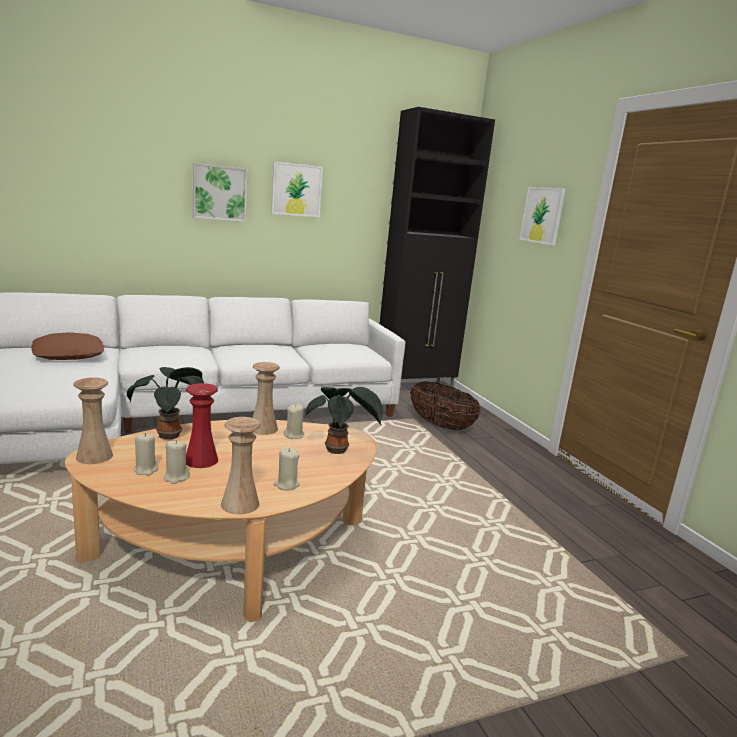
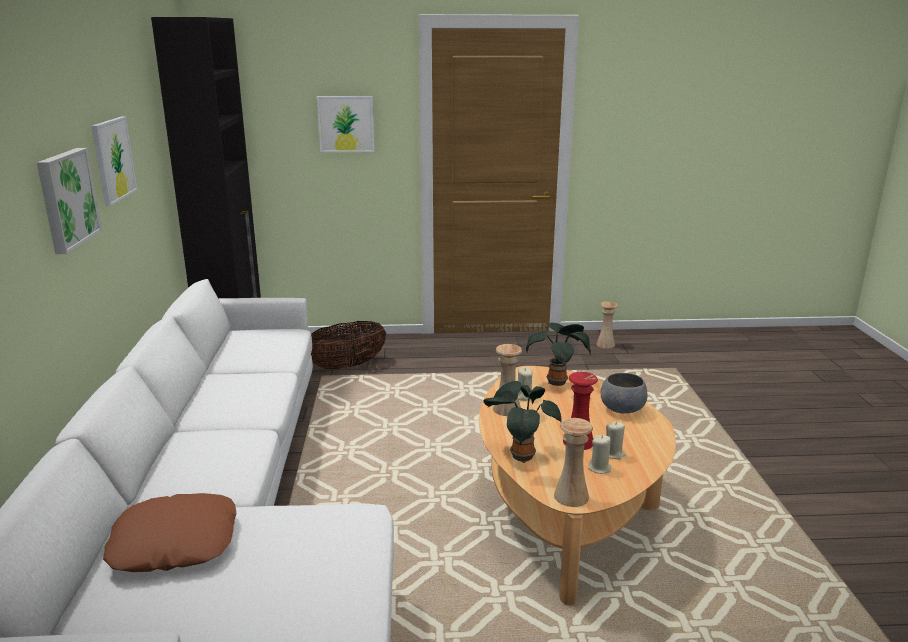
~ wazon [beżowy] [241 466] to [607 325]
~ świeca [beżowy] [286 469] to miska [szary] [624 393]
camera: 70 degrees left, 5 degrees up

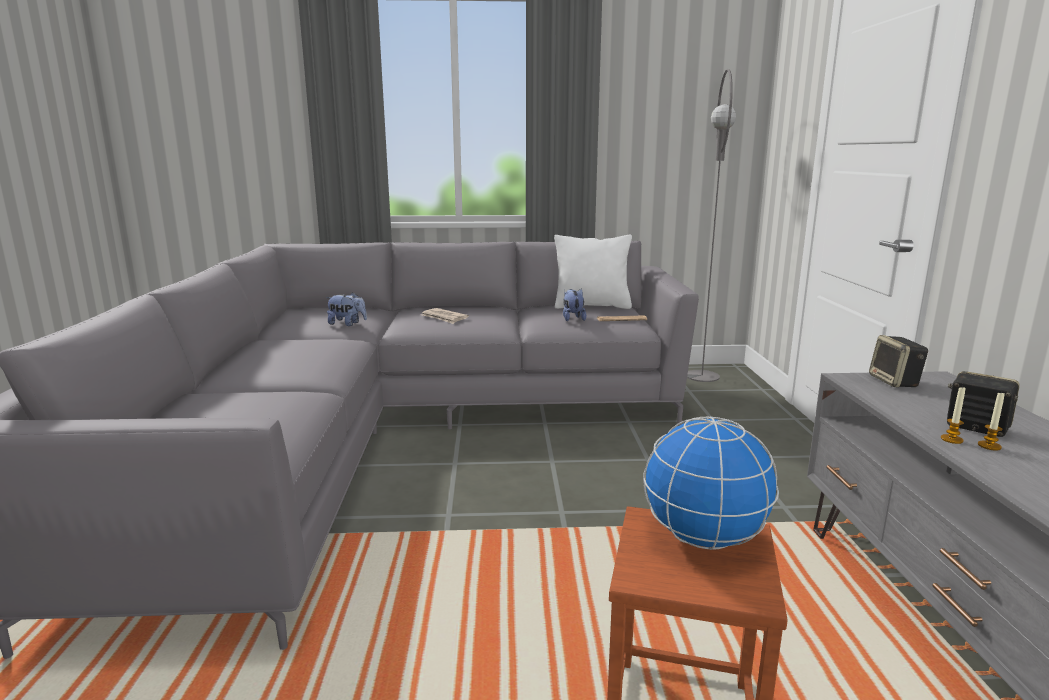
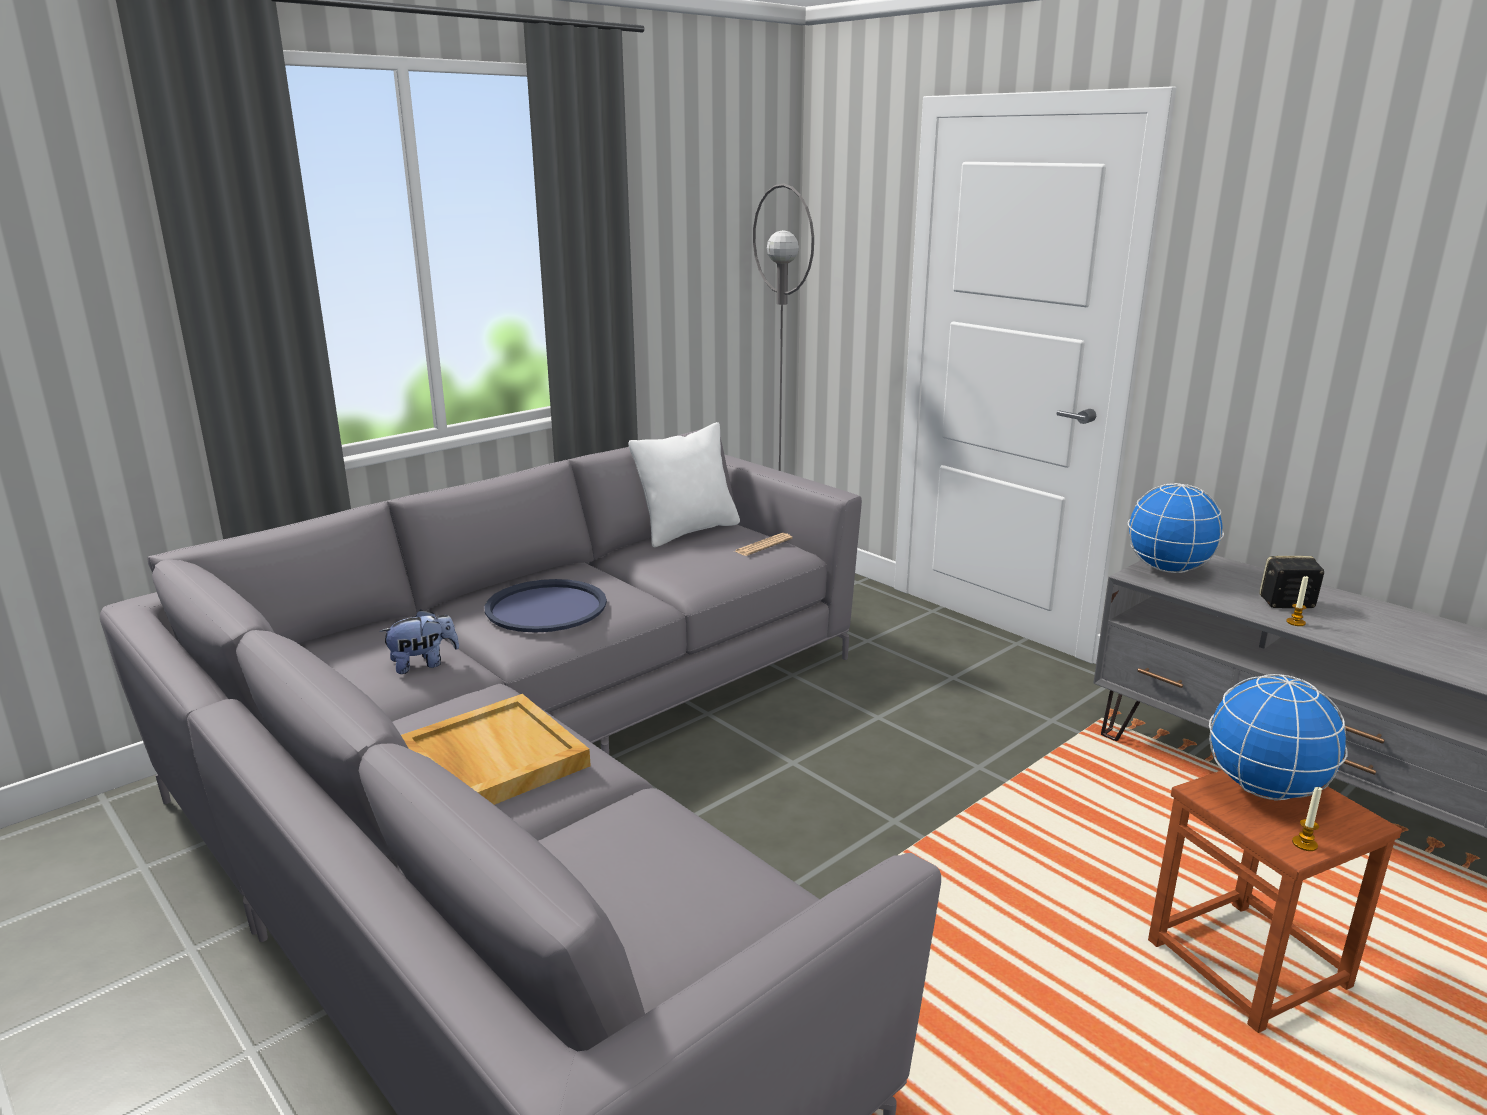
- pluszak [575 305]
+ taca [beżowy] [496 749]
~ świeca [991 421] to [1307 818]
~ gazeta [445 316] to taca [niebieski] [545 606]
~ głośnik [898 361] to globus [1176 528]
camera: 40 degrees left, 5 degrees up

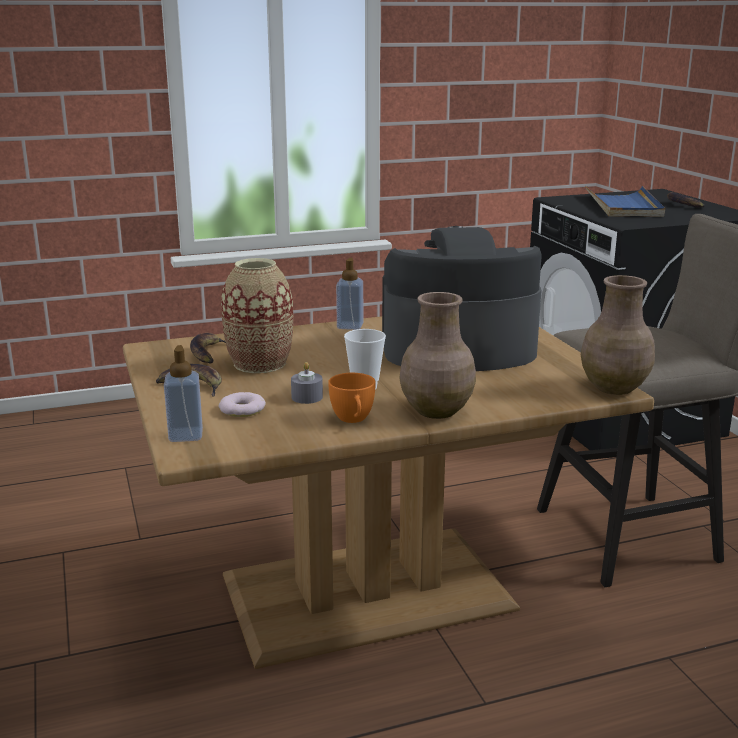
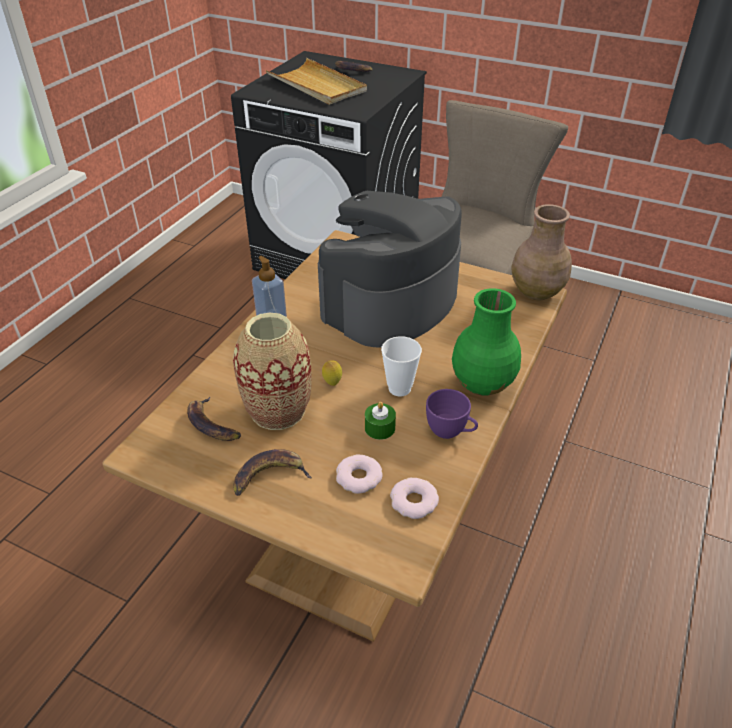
- dozownik mydła [183 393]
+ cytryna [332 373]
+ donut [414 498]
~ świeca [szary] [307 383] to świeca [zielony] [380 421]
~ filiżanka [pomarańczowy] [352 398] to filiżanka [fioletowy] [452 414]
~ wazon [brązowy] [438 355] to wazon [zielony] [486 342]
~ taca [niebieski] [625 201] to taca [beżowy] [316 81]
camera: 45 degrees left, 20 degrees up

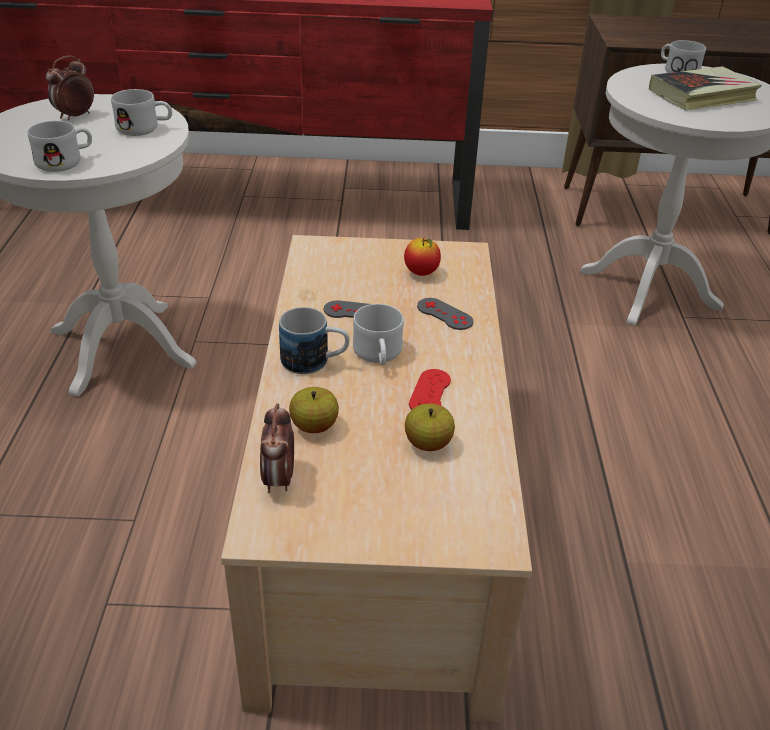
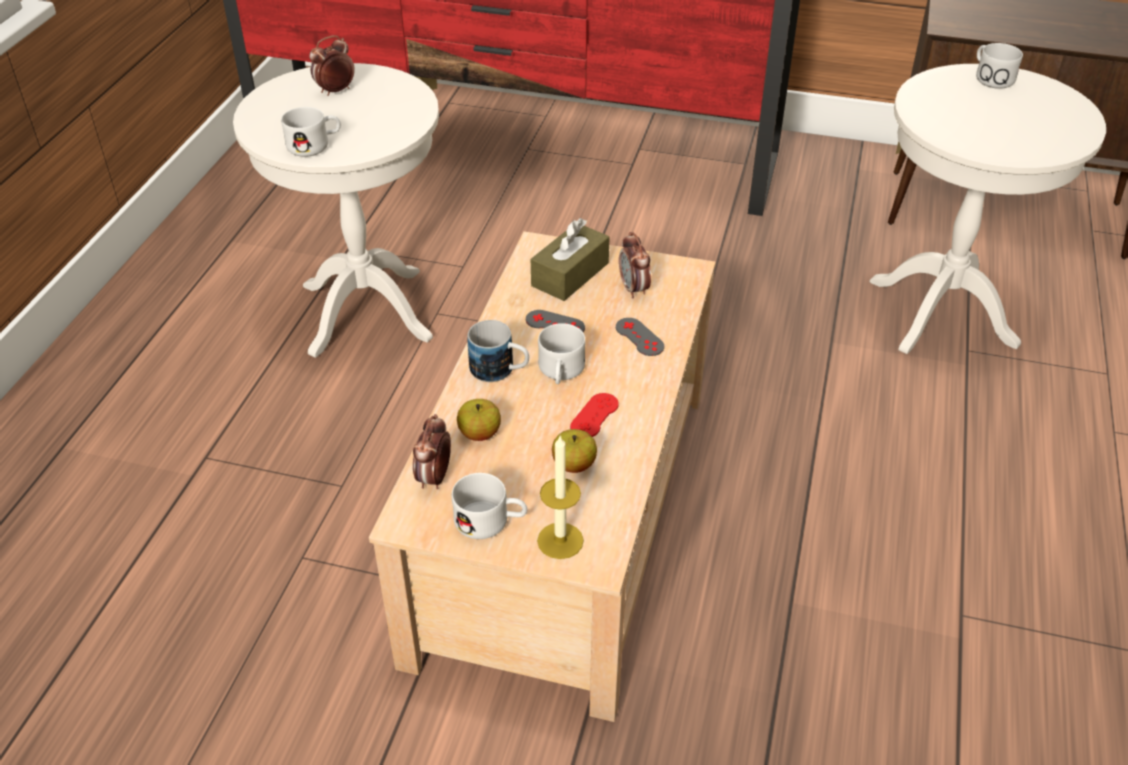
- książka [705 88]
+ pudełko chusteczek [brązowy] [570 259]
+ świeca [560 497]
~ kubek [biały] [141 112] to [489 506]
~ jabłko [422 257] to budzik [635 265]
camera: 15 degrees right, 5 degrees up

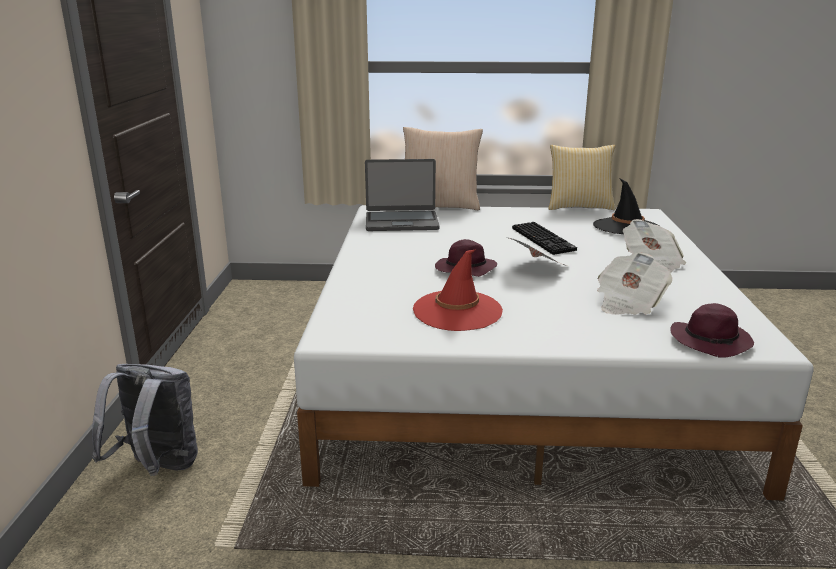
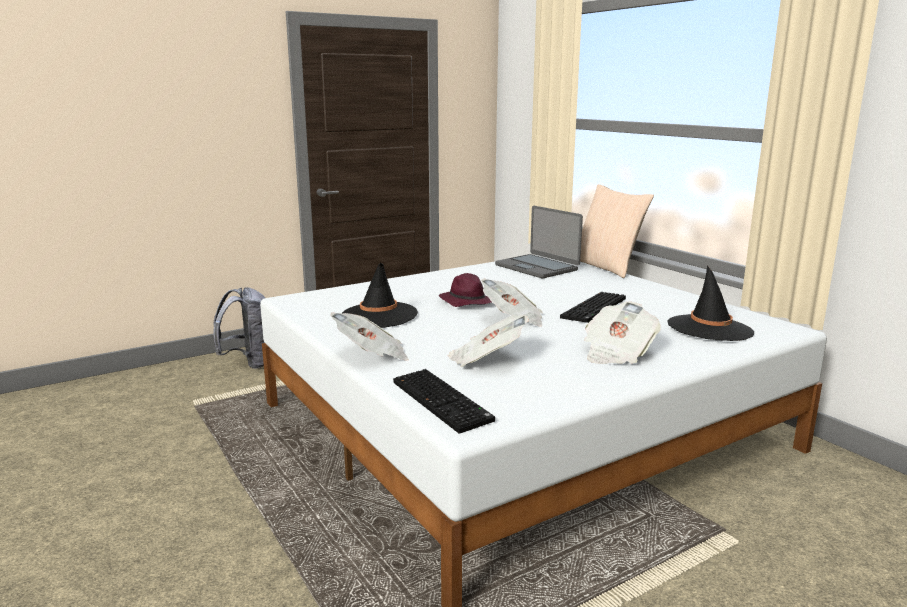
- poduszka [582 177]
+ gazeta [369 336]
~ kapelusz [fioletowy] [712 330] to klawiatura [444 401]
~ kapelusz [czerwony] [458 290] to kapelusz [czarny] [380 295]
camera: 55 degrees right, 5 degrees down

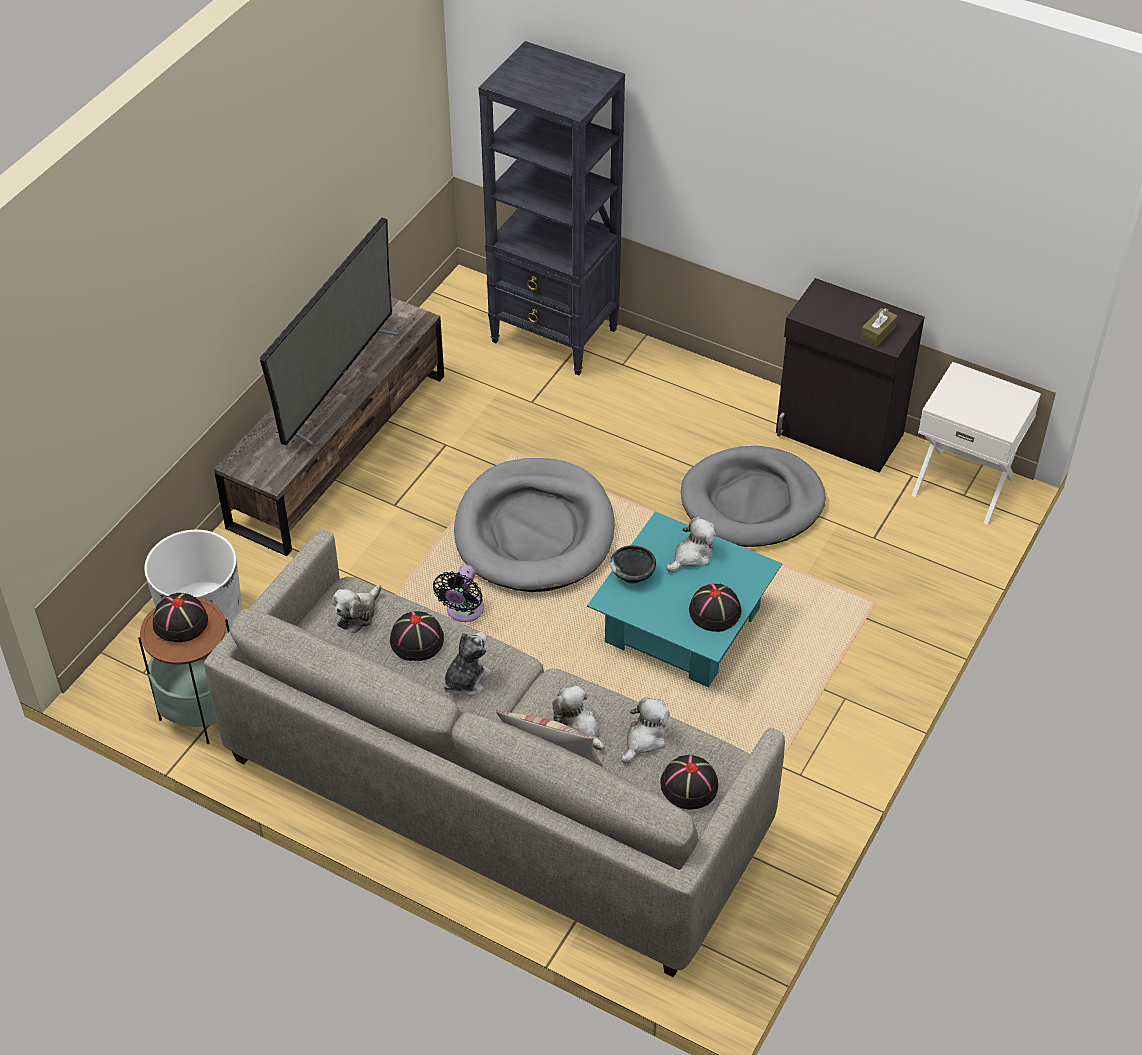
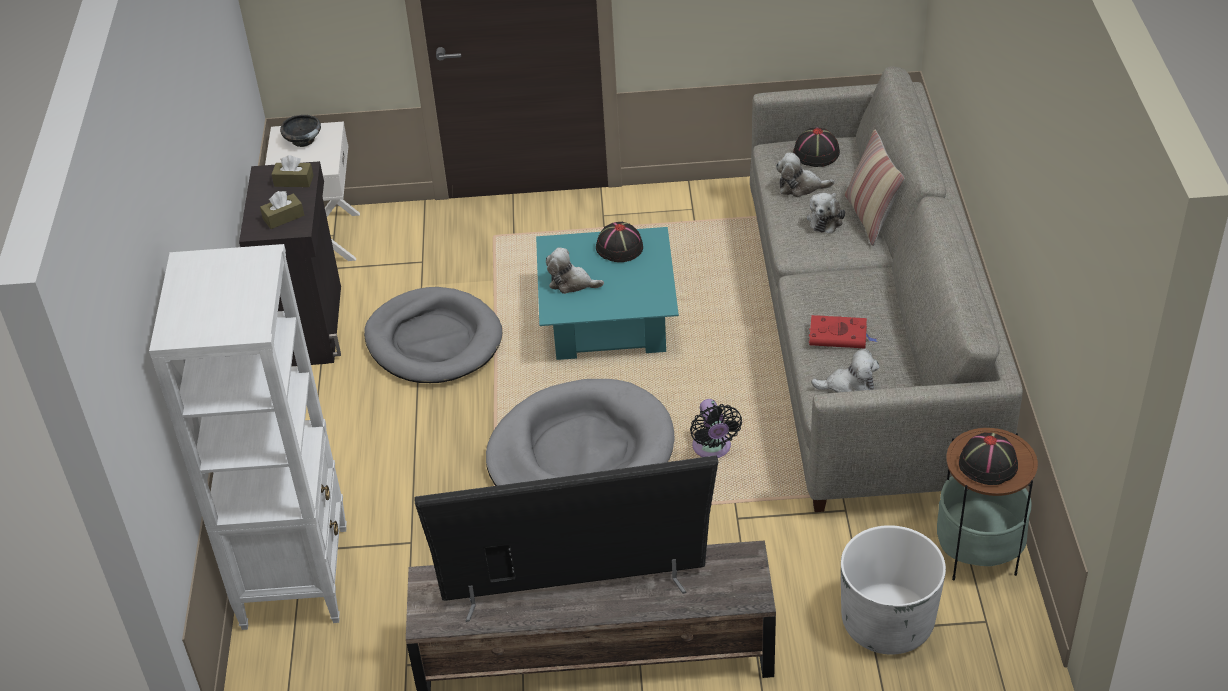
- pluszak [468 664]
+ pudełko chusteczek [brązowy] [282 210]
~ miska [czarny] [633 564] to [300 131]
~ kapelusz [czarny] [417 636] to książka [czerwony] [843 331]
~ regał [czarny] [551 208] to regał [biały] [248 437]
~ wentylator [czarny] [458 593] = [716 428] 90 degrees clockwise
camera: 120 degrees left, 5 degrees down

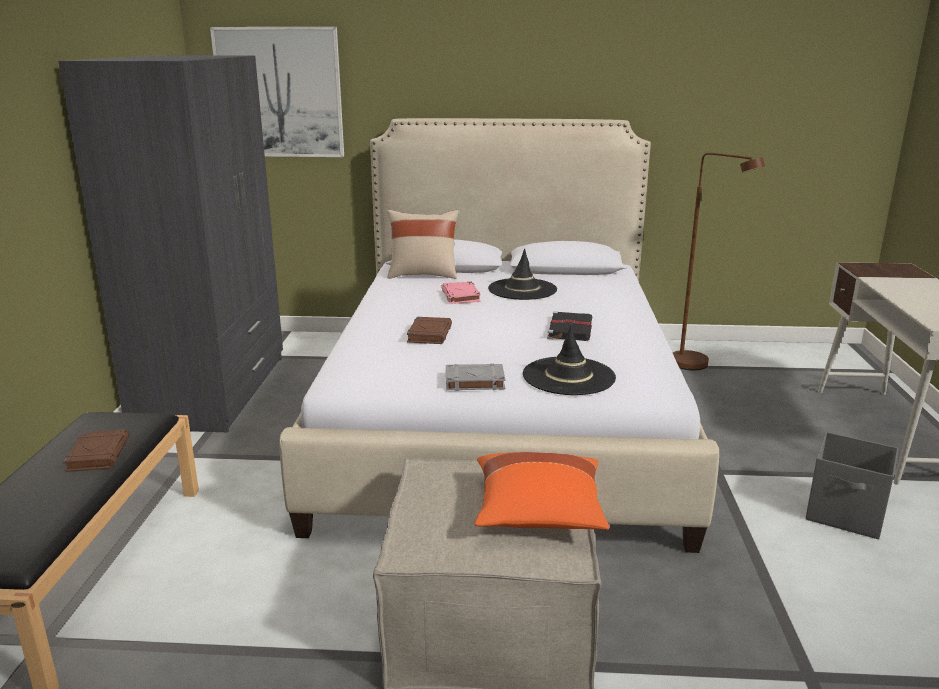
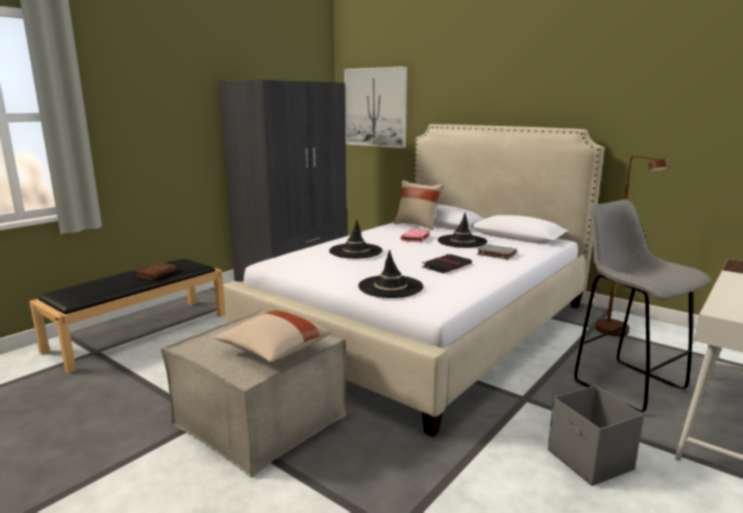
+ stołek [szary] [642 307]
~ książka [szary] [476 377] to [497 252]
~ książka [brązowy] [429 330] to kapelusz [czarny] [355 239]
~ poduszka [pomarańczowy] [541 491] to poduszka [beżowy] [272 336]
camera: 35 degrees right, 5 degrees down

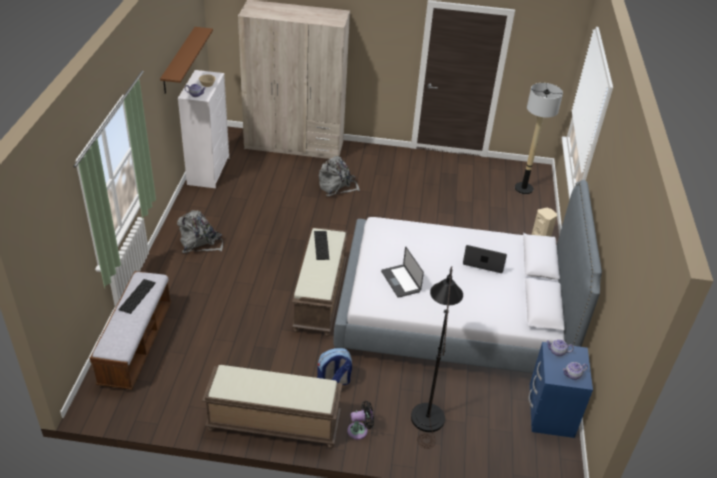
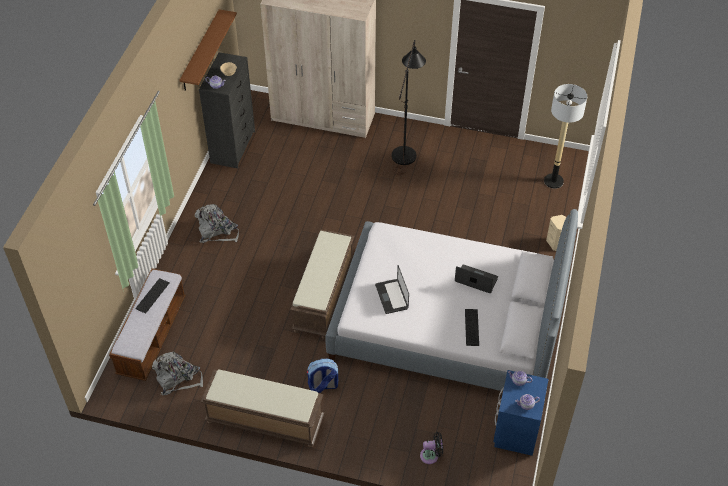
~ klawiatura [321 245] to [472 327]
~ plecak [szary] [339 176] to [177 373]
~ wentylator [czarny] [360 420] to [431 448]
~ lampa stojąca [czarny] [437 357] to [409 107]
~ komoda [biały] [203 129] to komoda [czarny] [227 110]
camera: 10 degrees right, 10 degrees up

